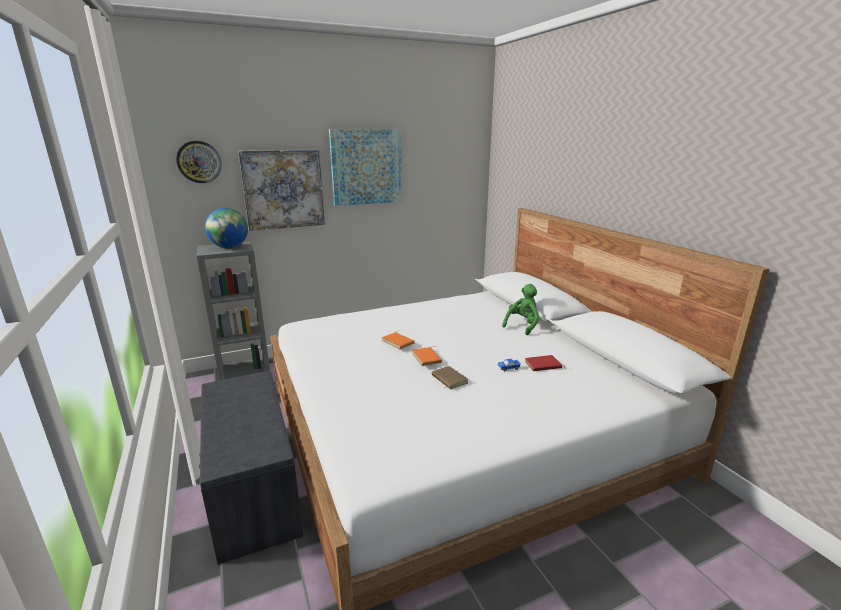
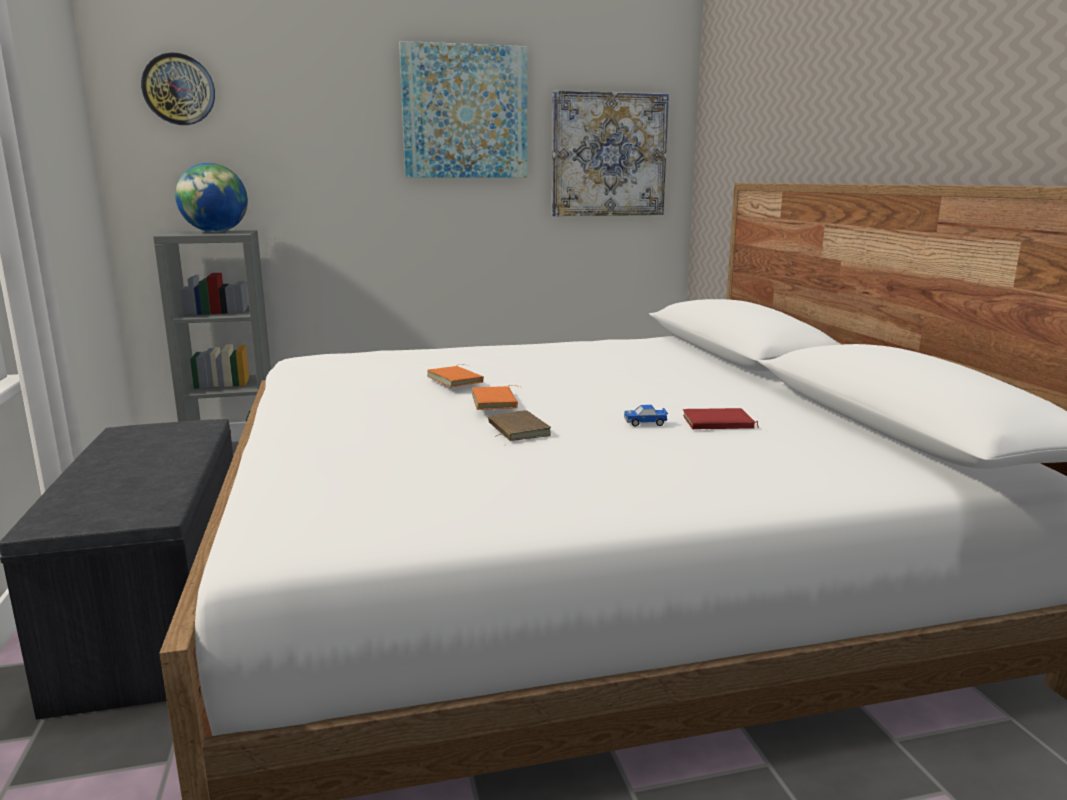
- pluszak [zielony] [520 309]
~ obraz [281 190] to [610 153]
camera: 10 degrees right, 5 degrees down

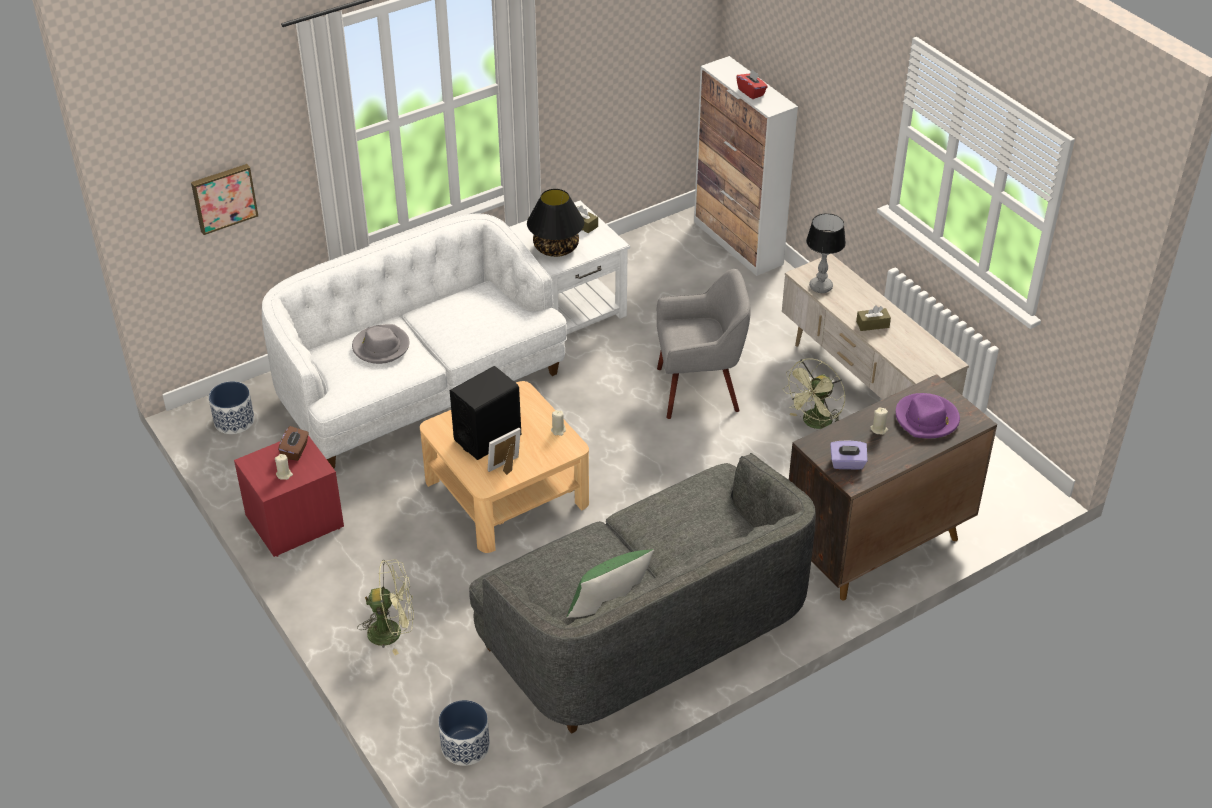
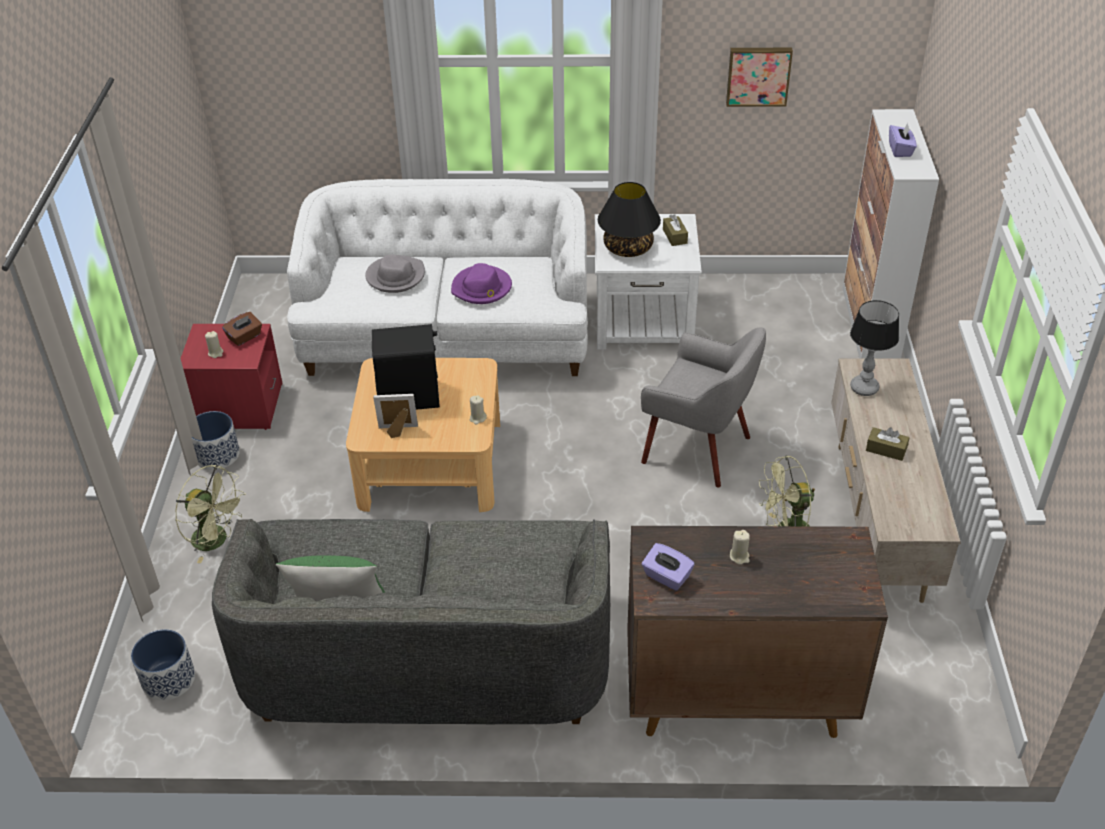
~ obraz [224 199] to [759 77]
~ donica [231 407] to [216 440]
~ kapelusz [fioletowy] [928 415] to [481 283]
~ pudełko chusteczek [czerwony] [752 84] to pudełko chusteczek [fioletowy] [903 140]
camera: 35 degrees right, 0 degrees up

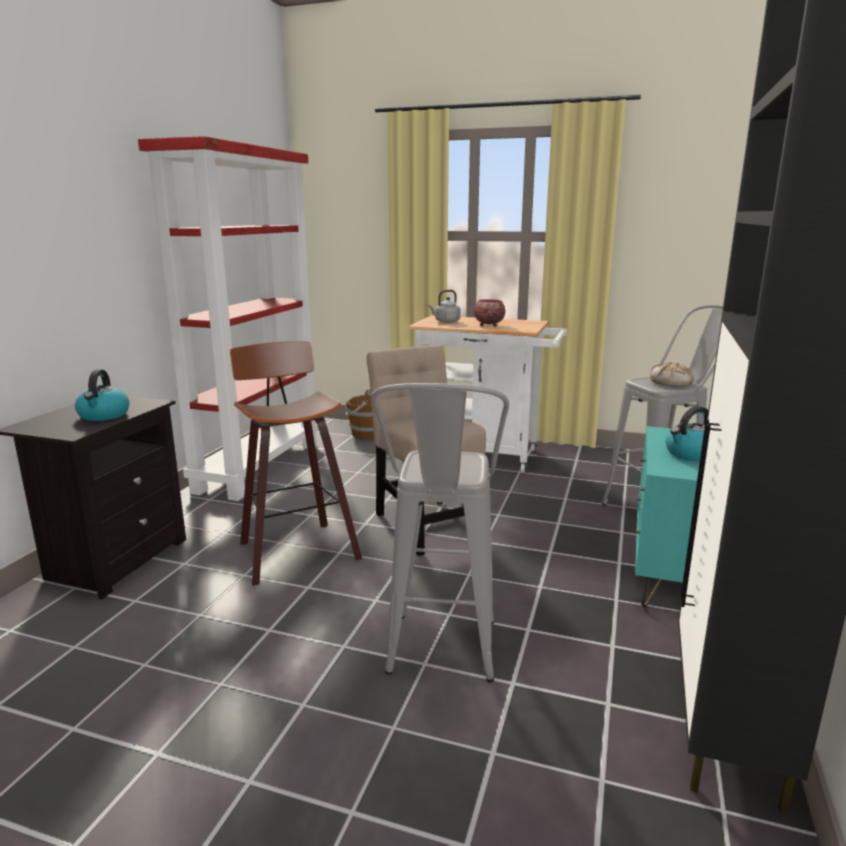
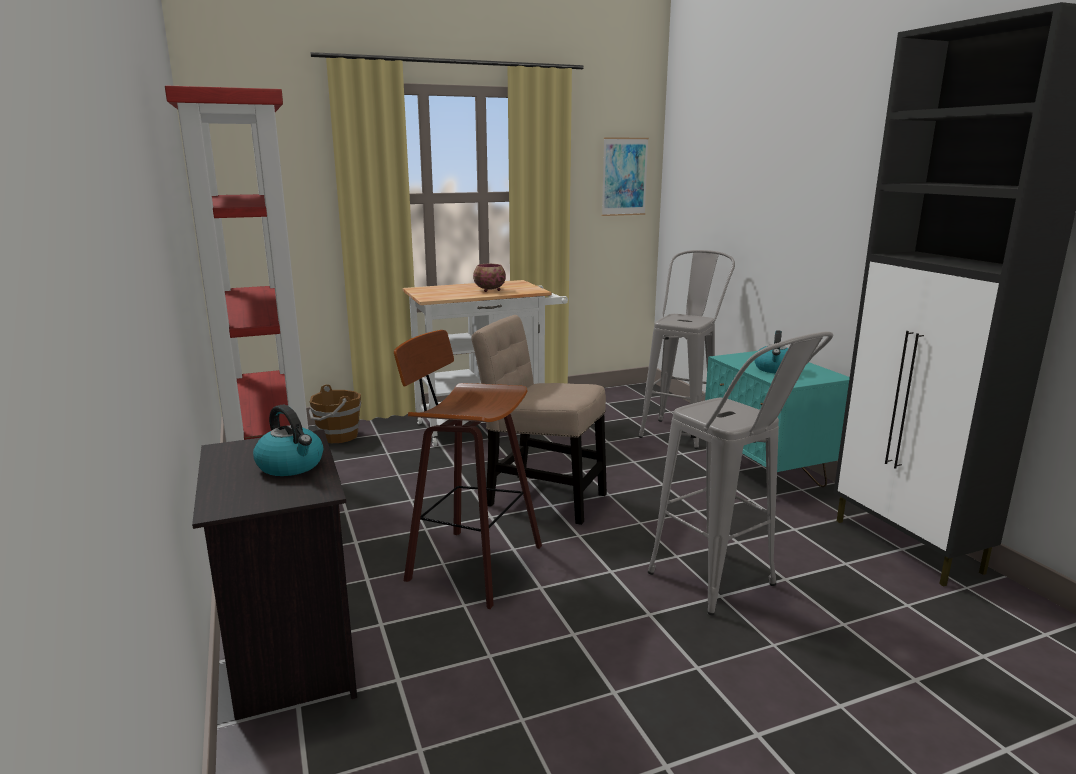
- czajnik [szary] [444 306]
- chleb [672 374]
+ obraz [625 176]
camera: 40 degrees left, 0 degrees up

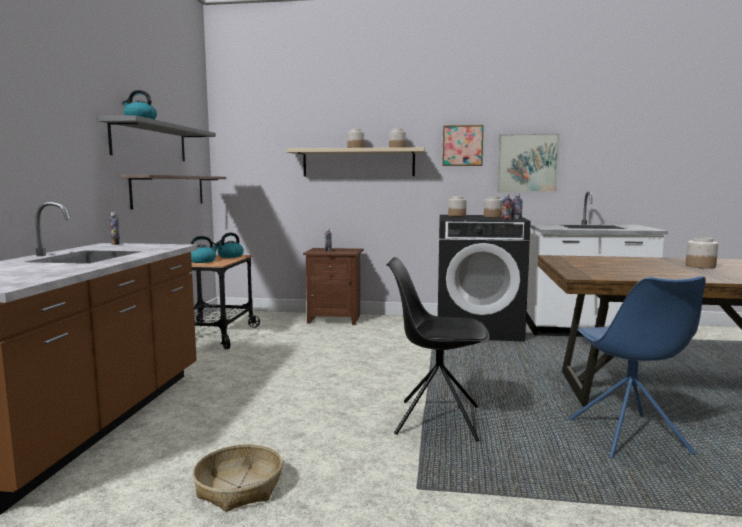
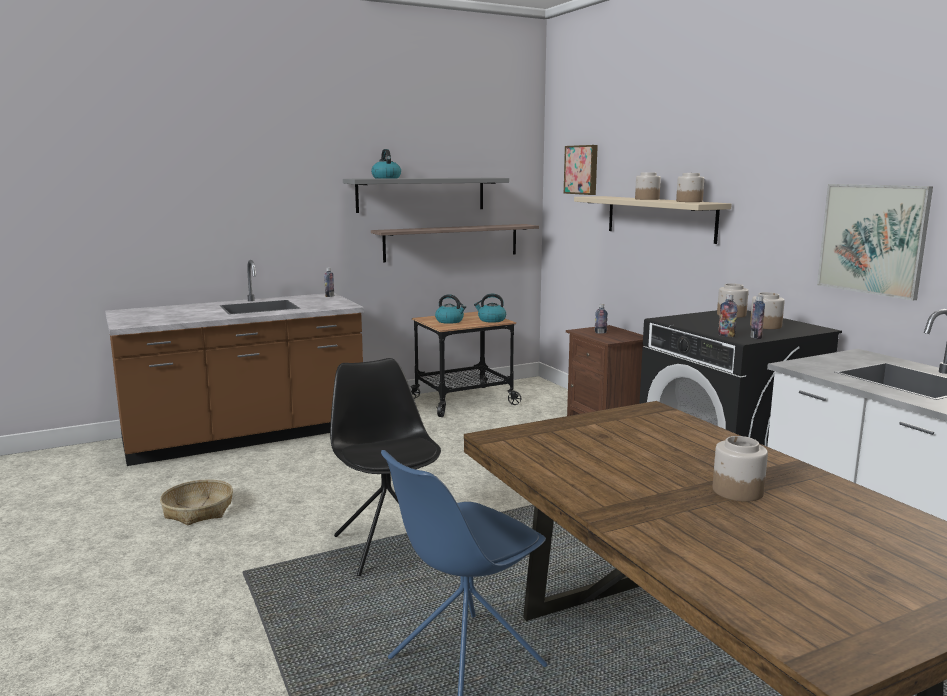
~ obraz [463 145] to [581 170]
camera: 55 degrees right, 5 degrees up

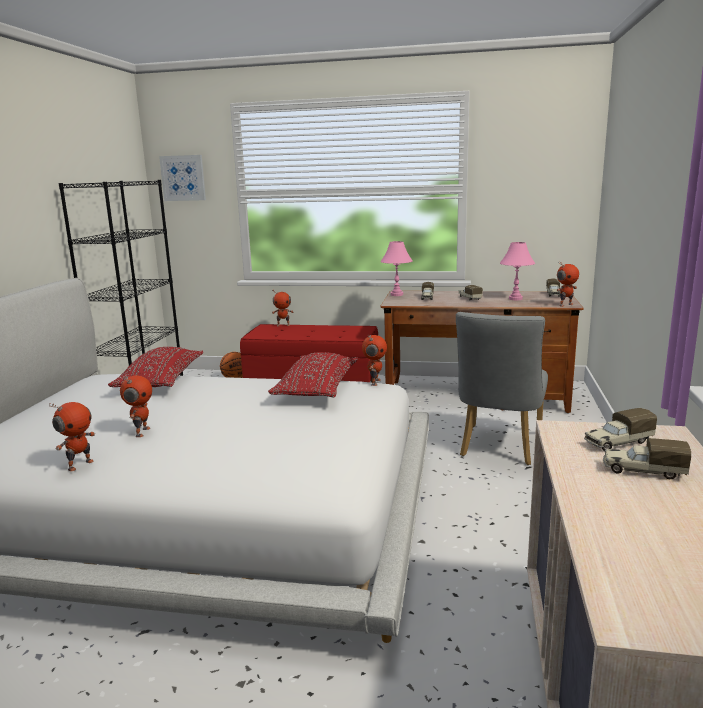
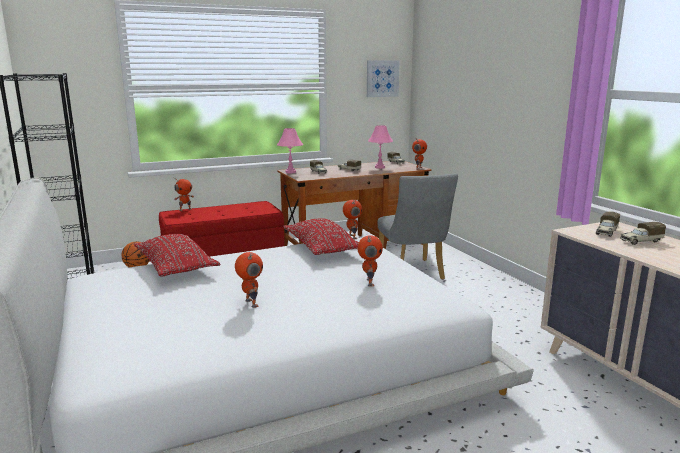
~ robot zabawkowy [72 436] to [370 260]
~ obraz [182 178] to [383 78]
camera: 35 degrees left, 0 degrees up

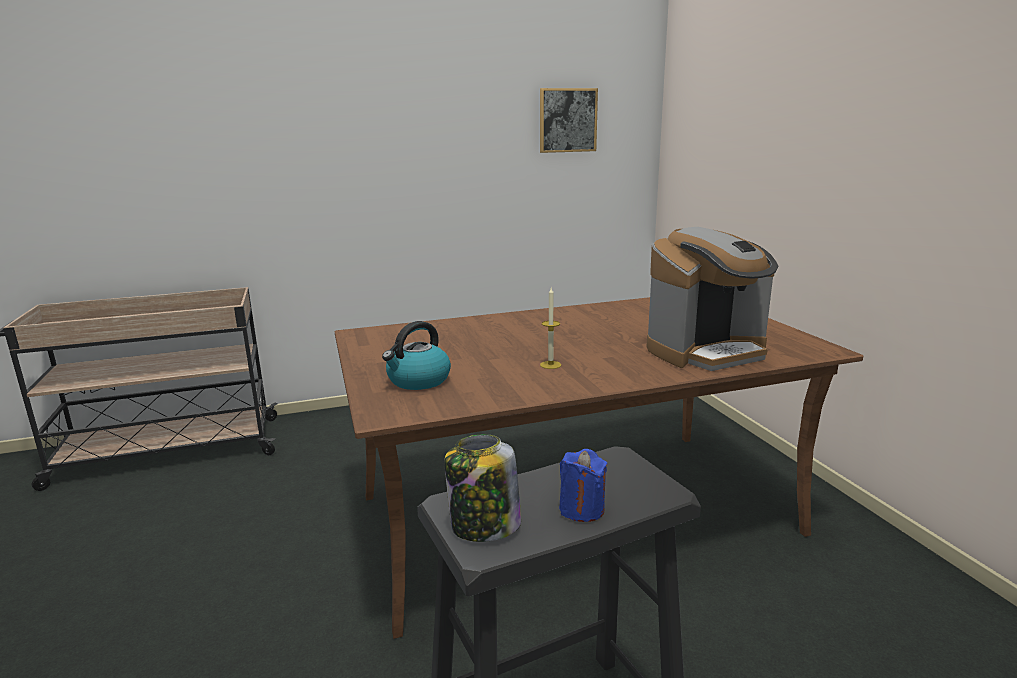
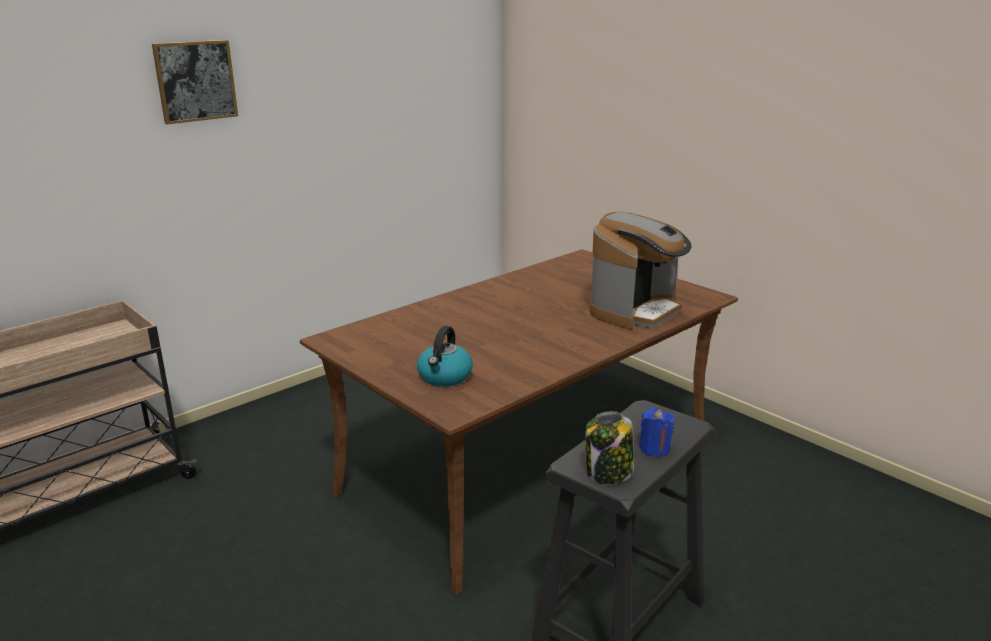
- świeca [550 328]
~ obraz [569 120] to [195 82]
camera: 25 degrees left, 5 degrees up

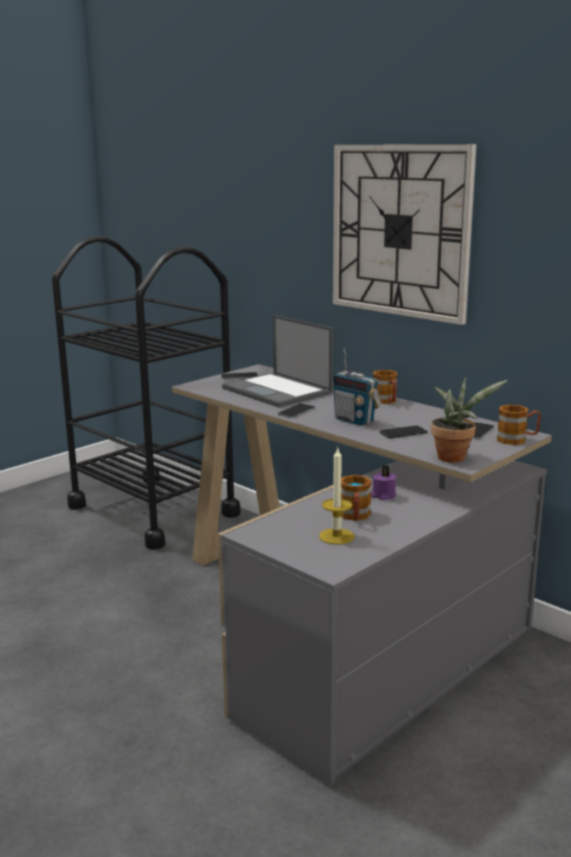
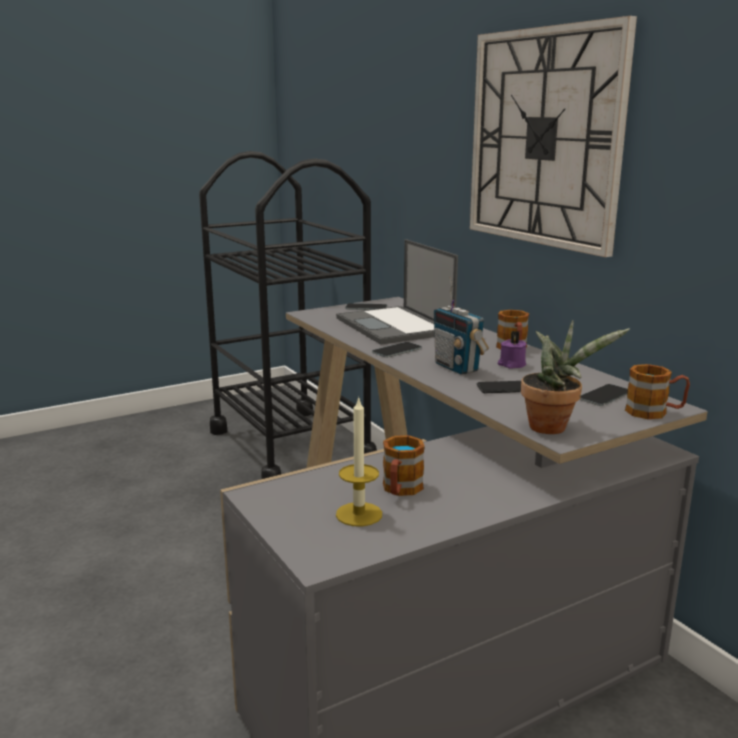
~ świeca [fioletowy] [383 482] to [512 350]
camera: 15 degrees right, 0 degrees up

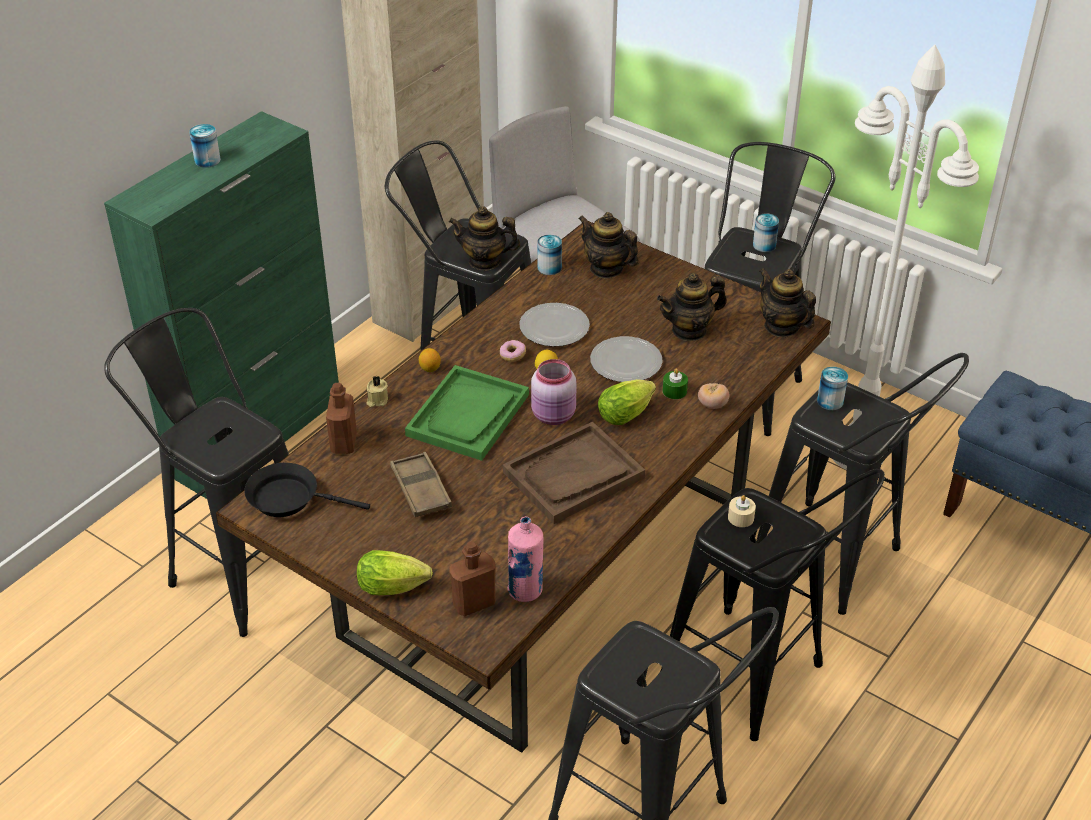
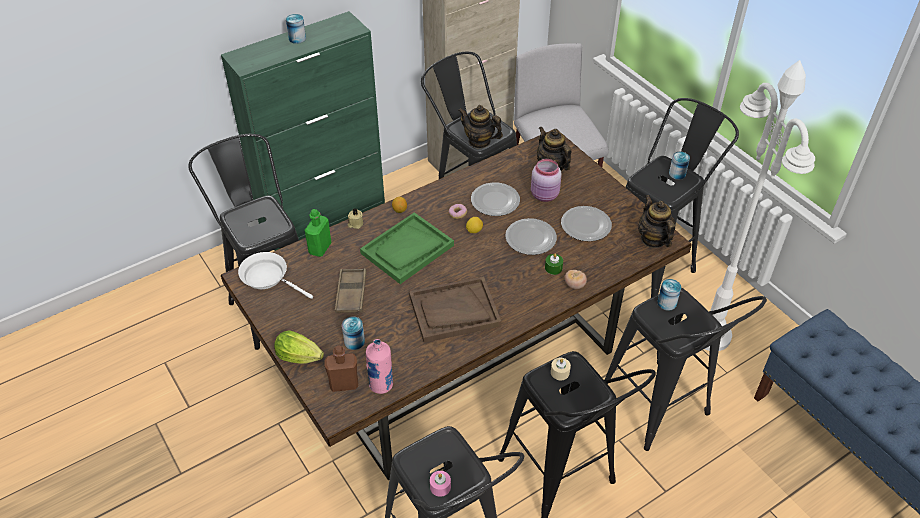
- sałata [627 402]
+ świeca [różowy] [440 484]
~ słoik [różowy] [554 392] to [546 180]
~ puszka [549 255] to [353 333]
~ imbryk [692 307] to talerz [586 223]
~ patelnia [czarny] [307 490] to patelnia [biały] [275 275]
~ butelka [brązowy] [341 418] to butelka [zielony] [318 233]
camera: 20 degrees right, 5 degrees up

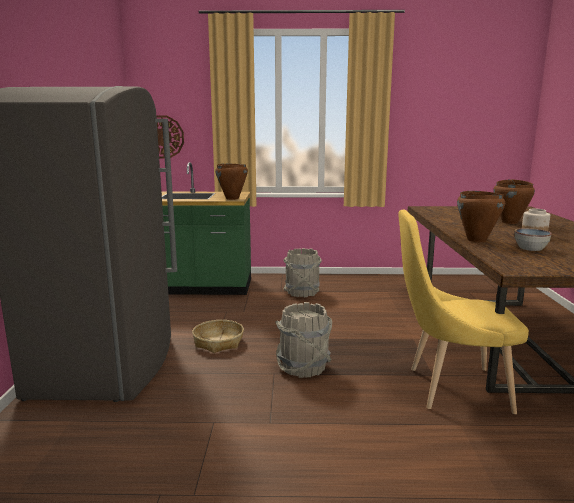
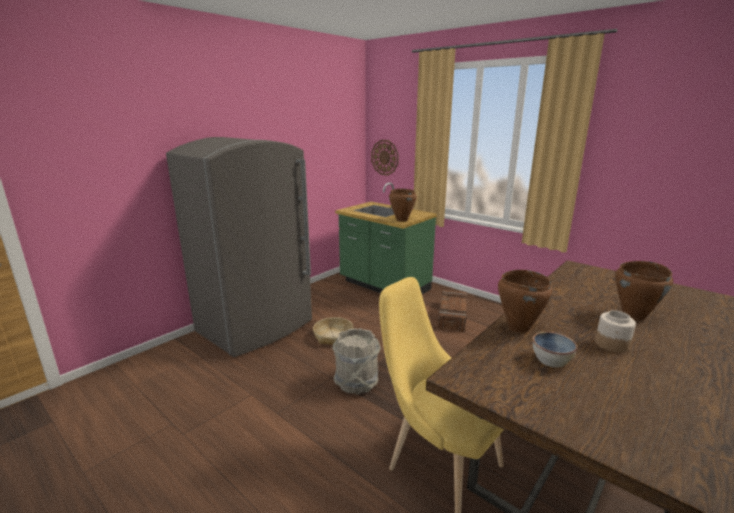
~ wiadro [szary] [302 272] to skrzynka [452 311]
camera: 40 degrees right, 5 degrees up

